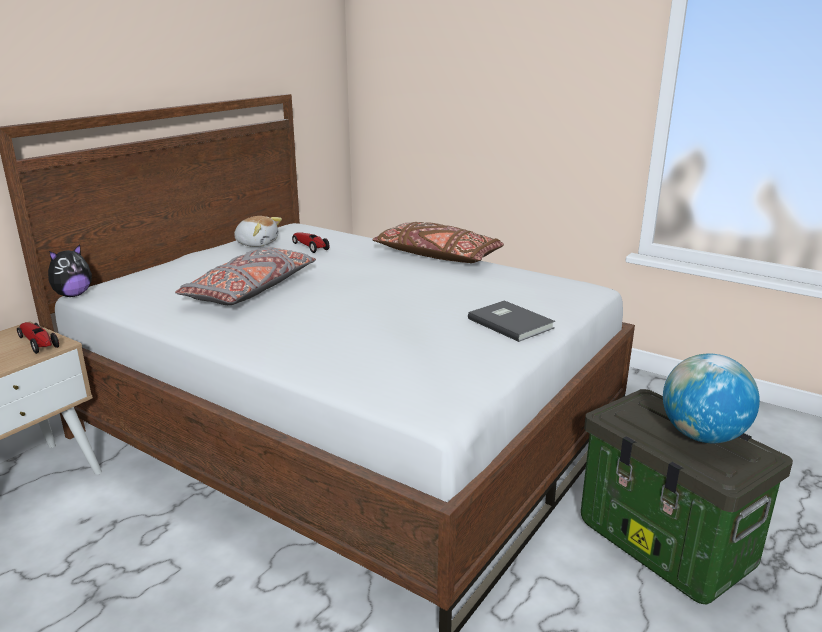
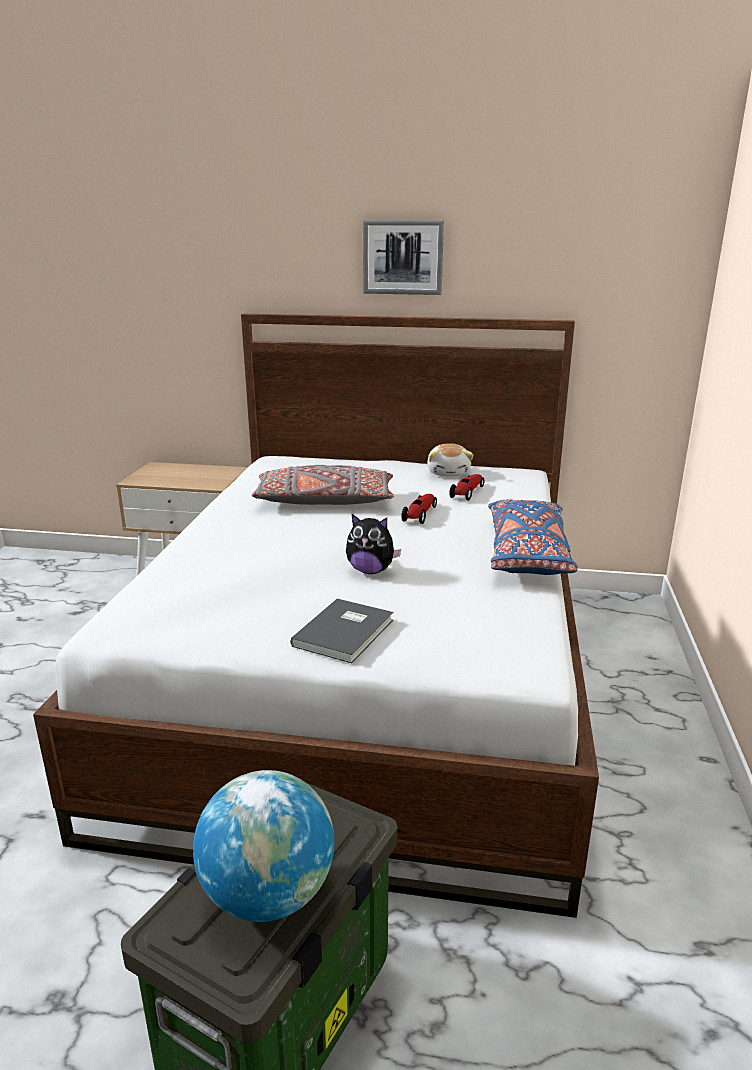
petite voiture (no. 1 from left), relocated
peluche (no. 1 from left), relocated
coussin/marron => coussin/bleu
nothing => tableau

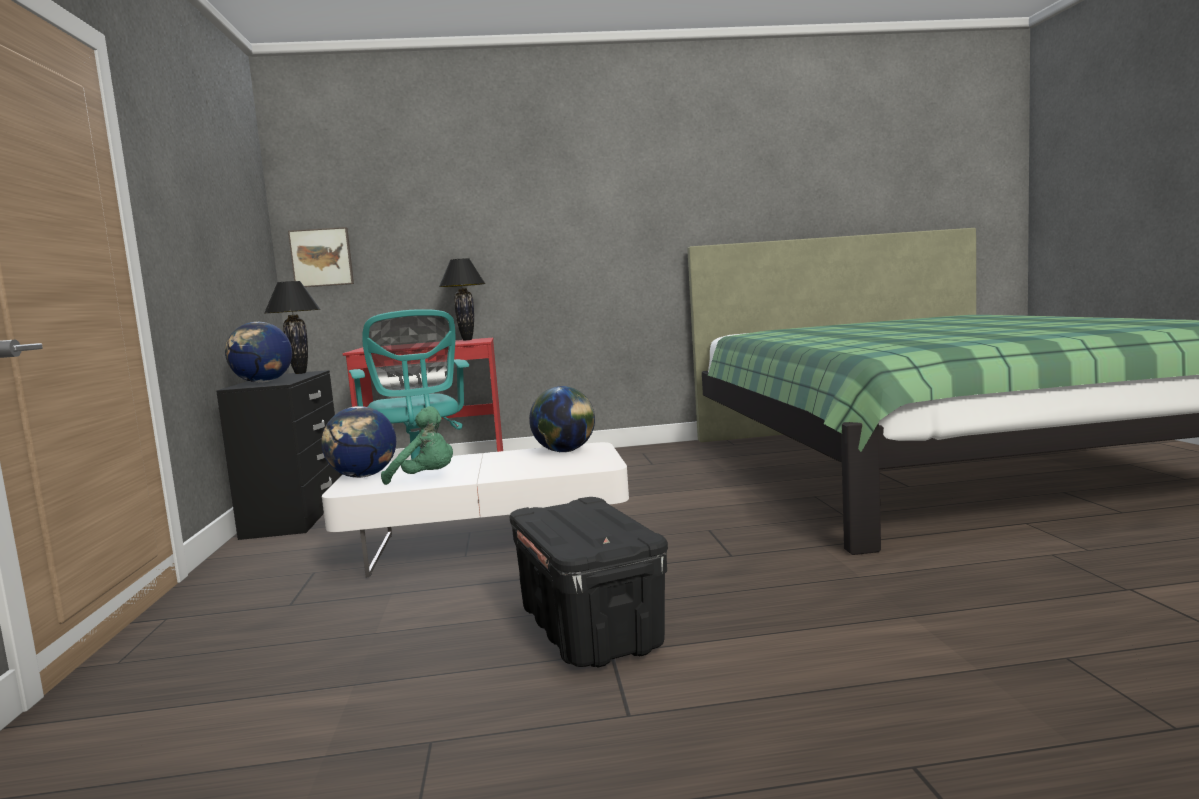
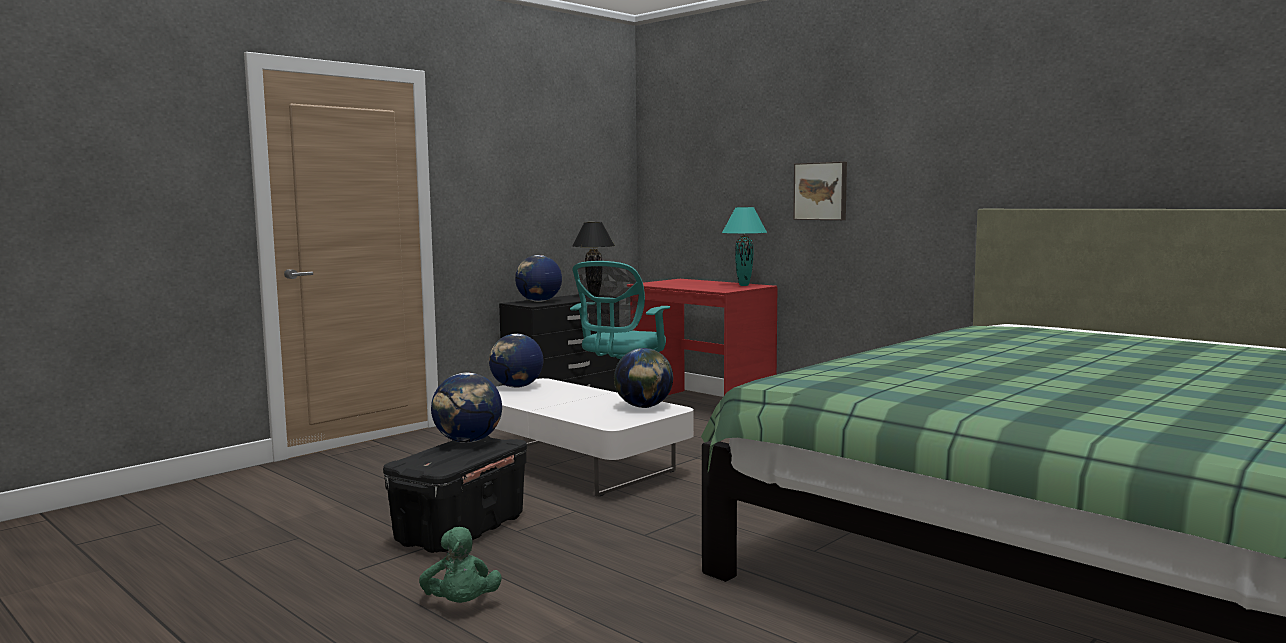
tableau, relocated
peluche/vert, relocated
lampe de table/noir (no. 2 from left) => lampe de table/turquoise
nothing => globe (no. 1 from left)

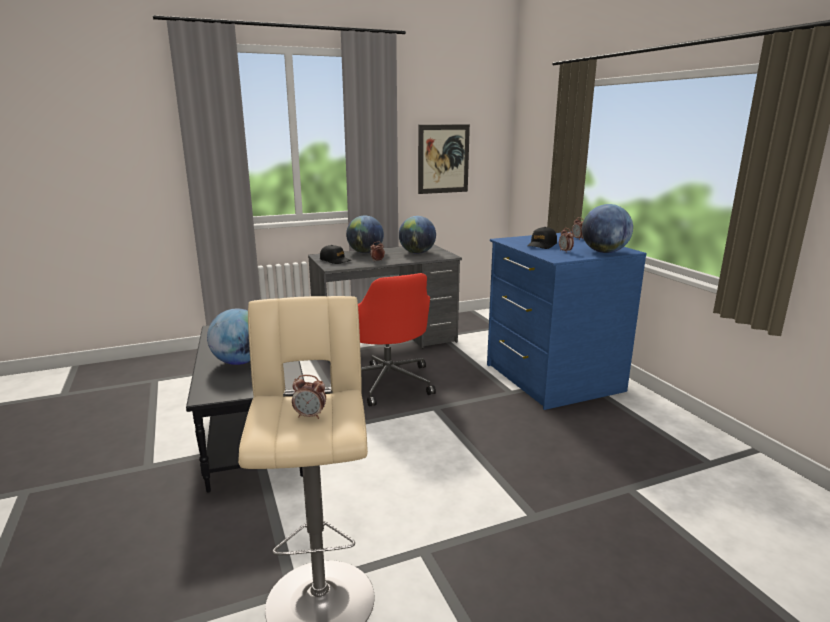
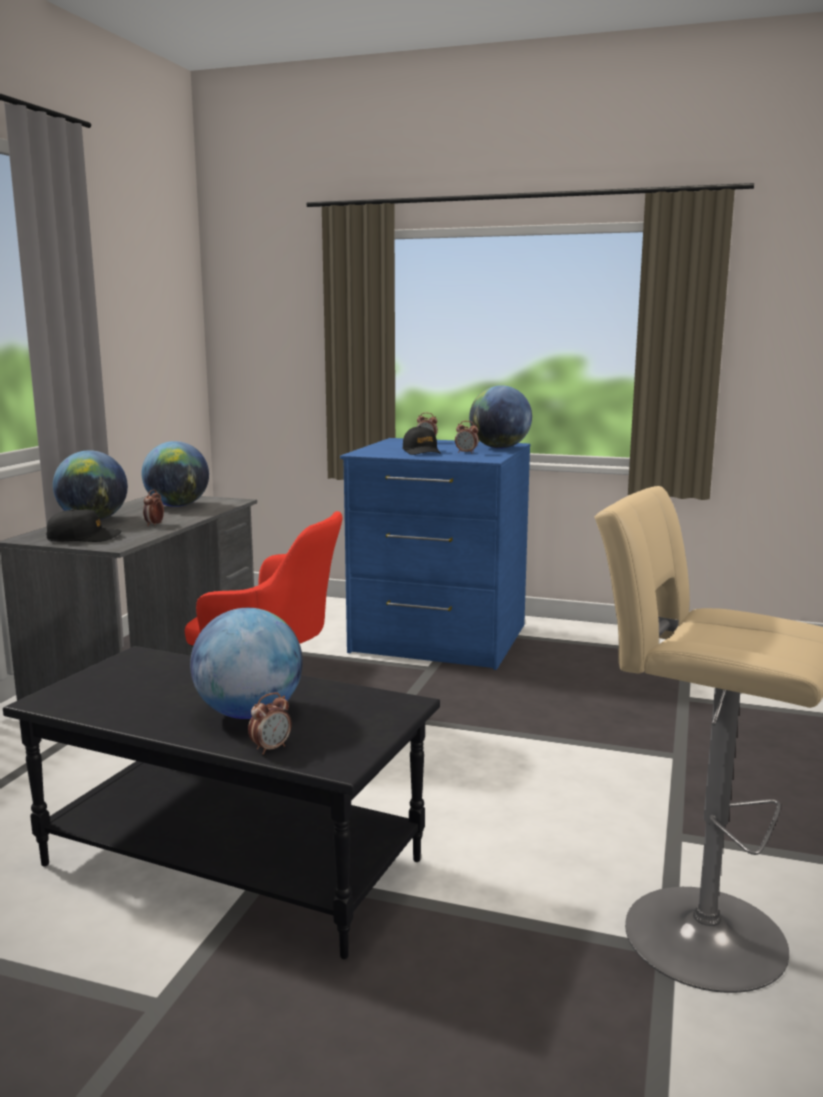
réveil (no. 1 from left in the first image) => réveil (no. 2 from left), relocated
tableau => nothing

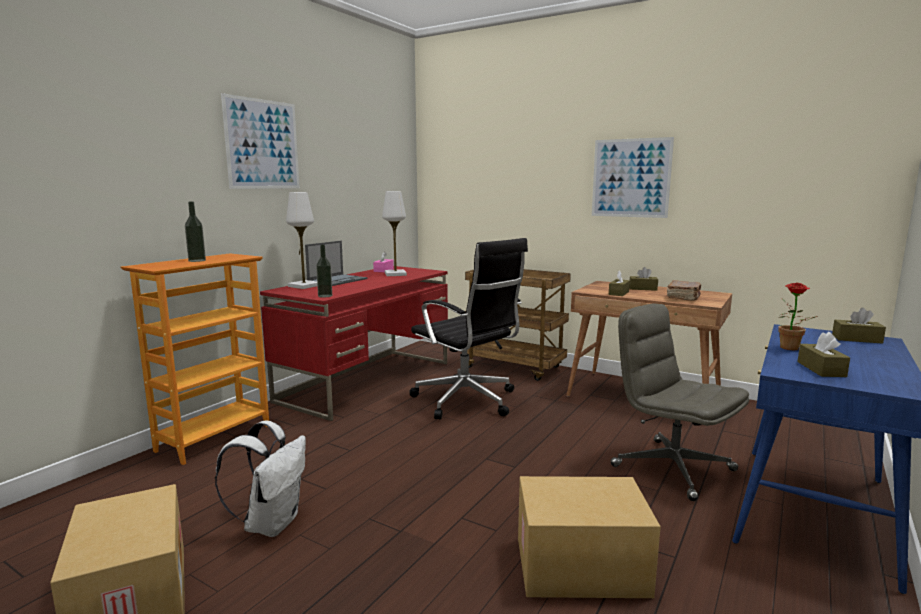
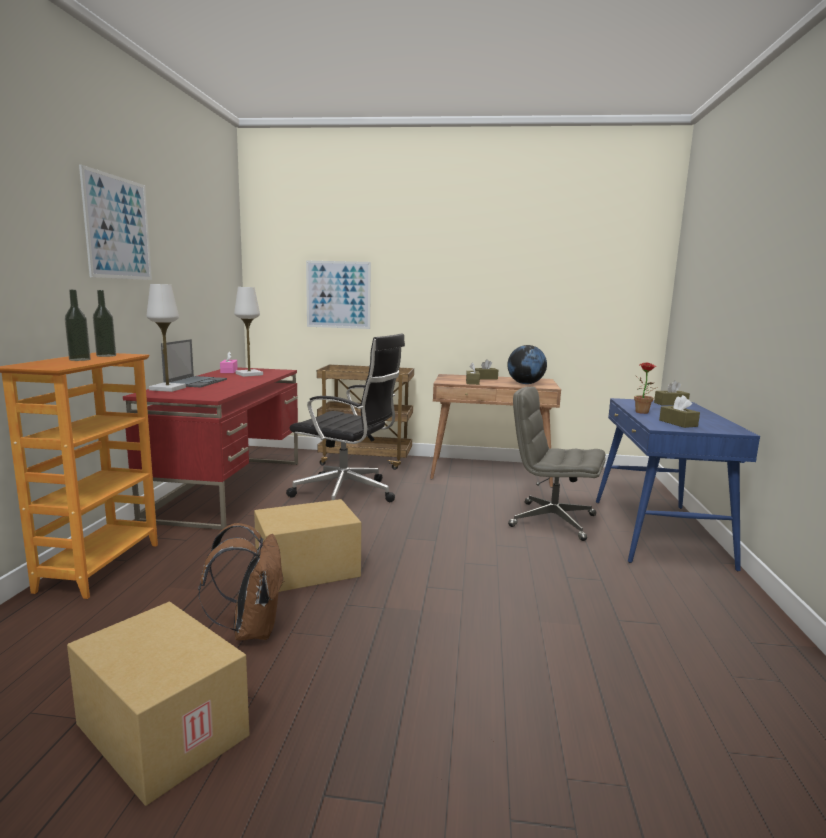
sac à dos/blanc => sac à dos/marron
bouteille (no. 2 from left), relocated
carton (no. 2 from left), relocated
tableau (no. 2 from left), relocated
livre/marron => globe

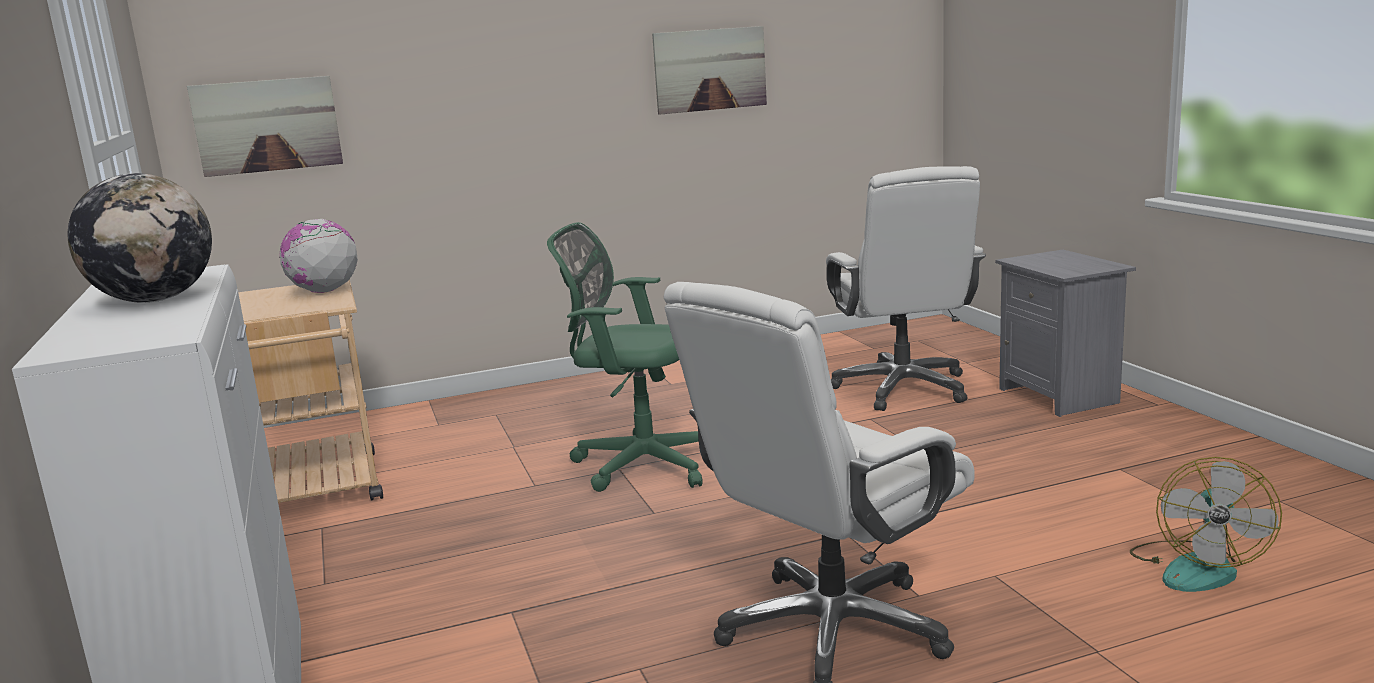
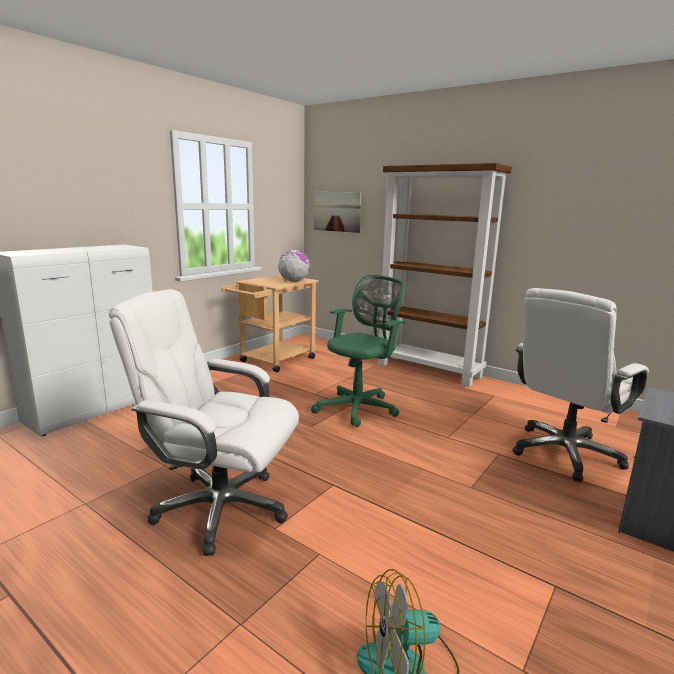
globe (no. 1 from left) => nothing
chaise de bureau/vert, 60 degrees clockwise
tableau (no. 2 from left) => nothing
nothing => bibliothèque/marron

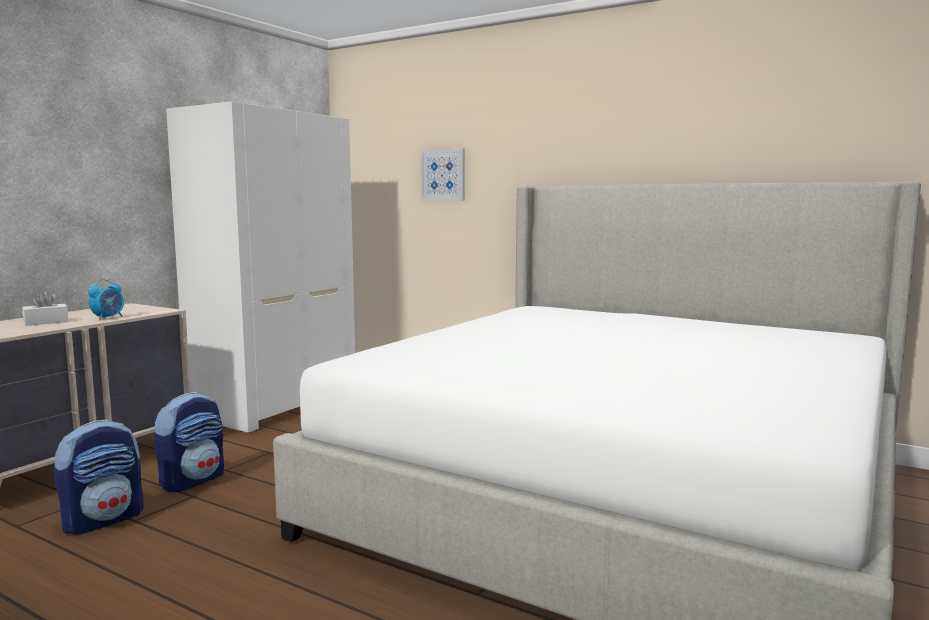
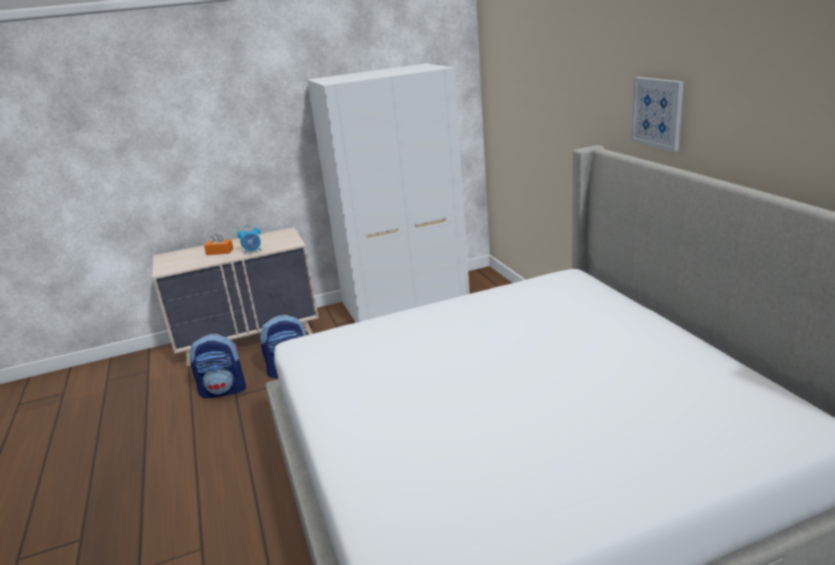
boîte à mouchoirs/blanc => boîte à mouchoirs/orange
tableau, relocated

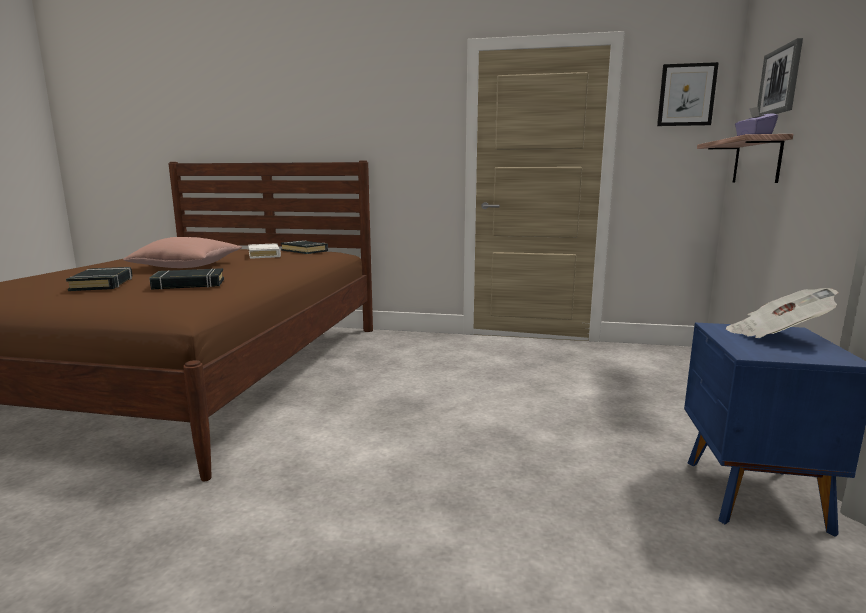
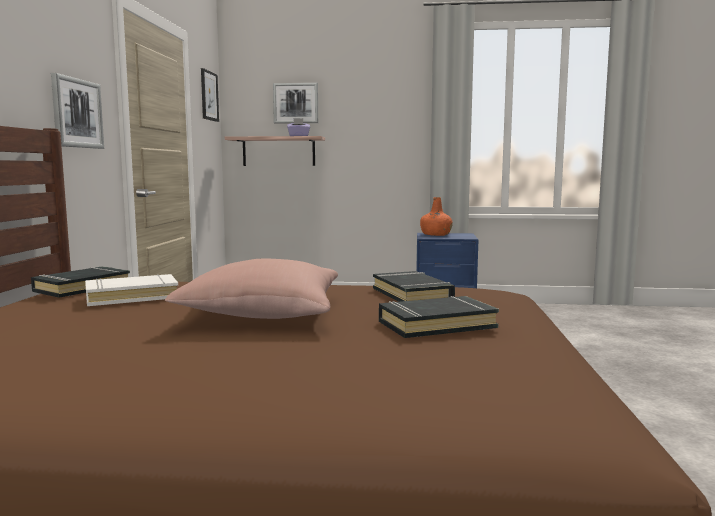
journal => bouteille/orange
nothing => tableau (no. 1 from left)

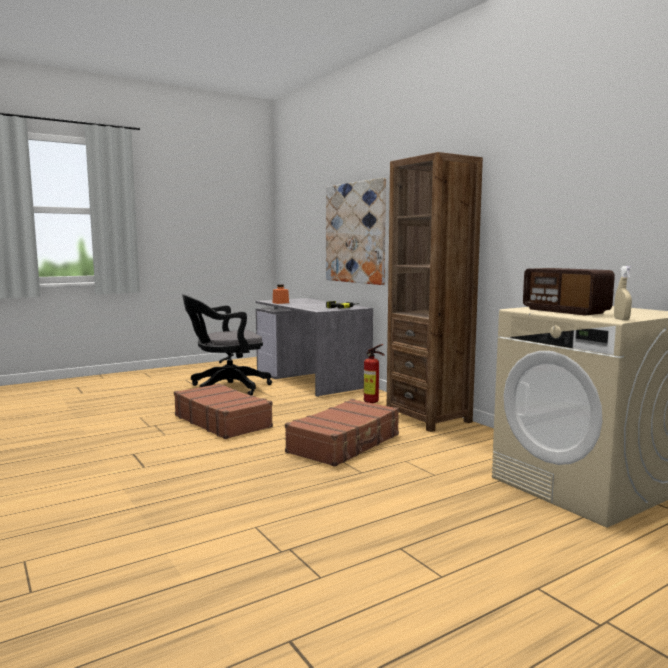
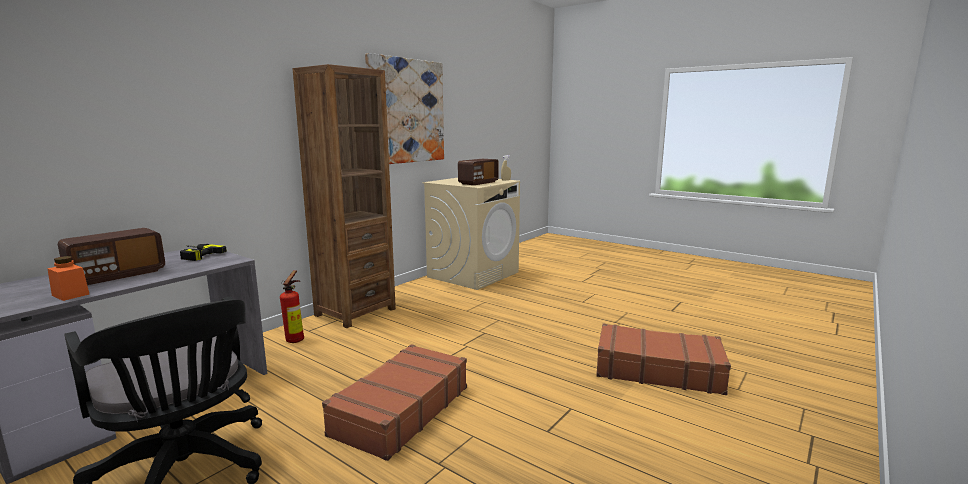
valise/marron (no. 2 from left), relocated
tableau, relocated
nothing => radio (no. 1 from left)

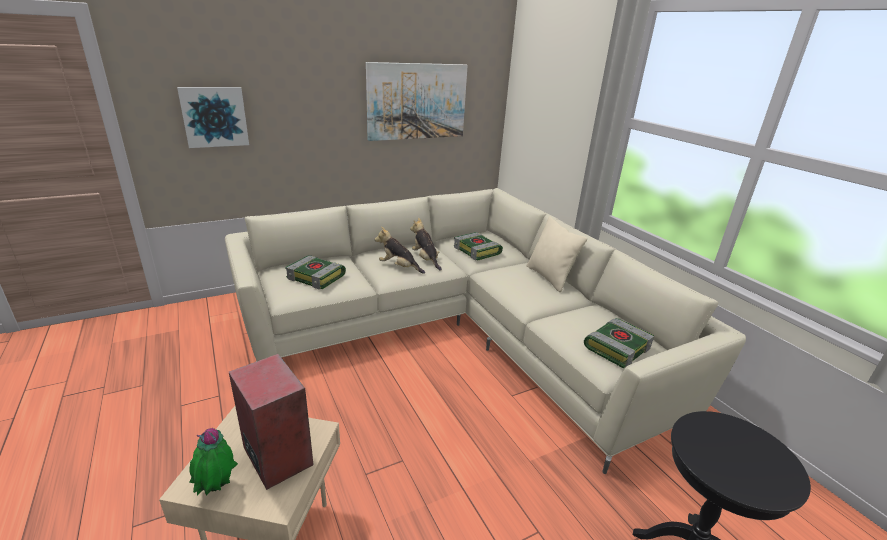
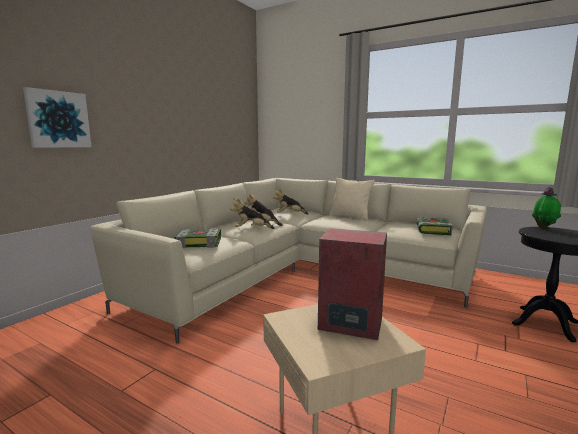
plante en pot, relocated
tableau (no. 2 from left) => nothing
livre (no. 2 from left) => peluche (no. 3 from left)

